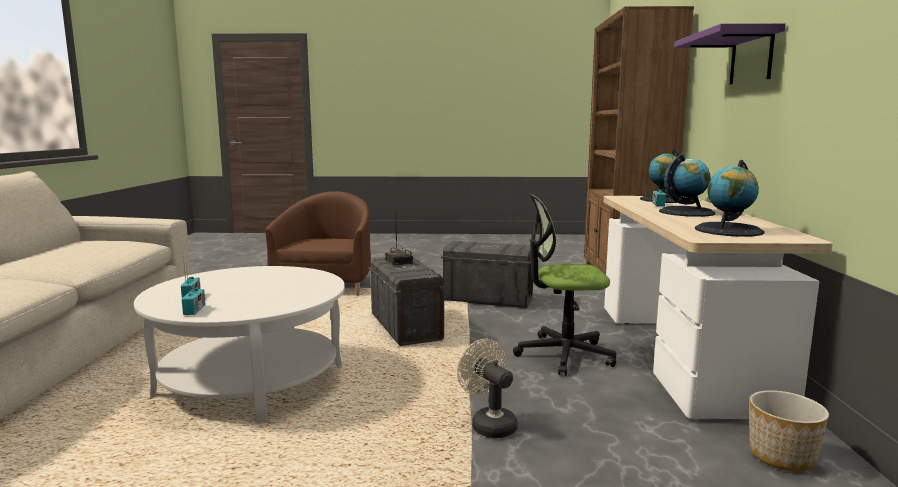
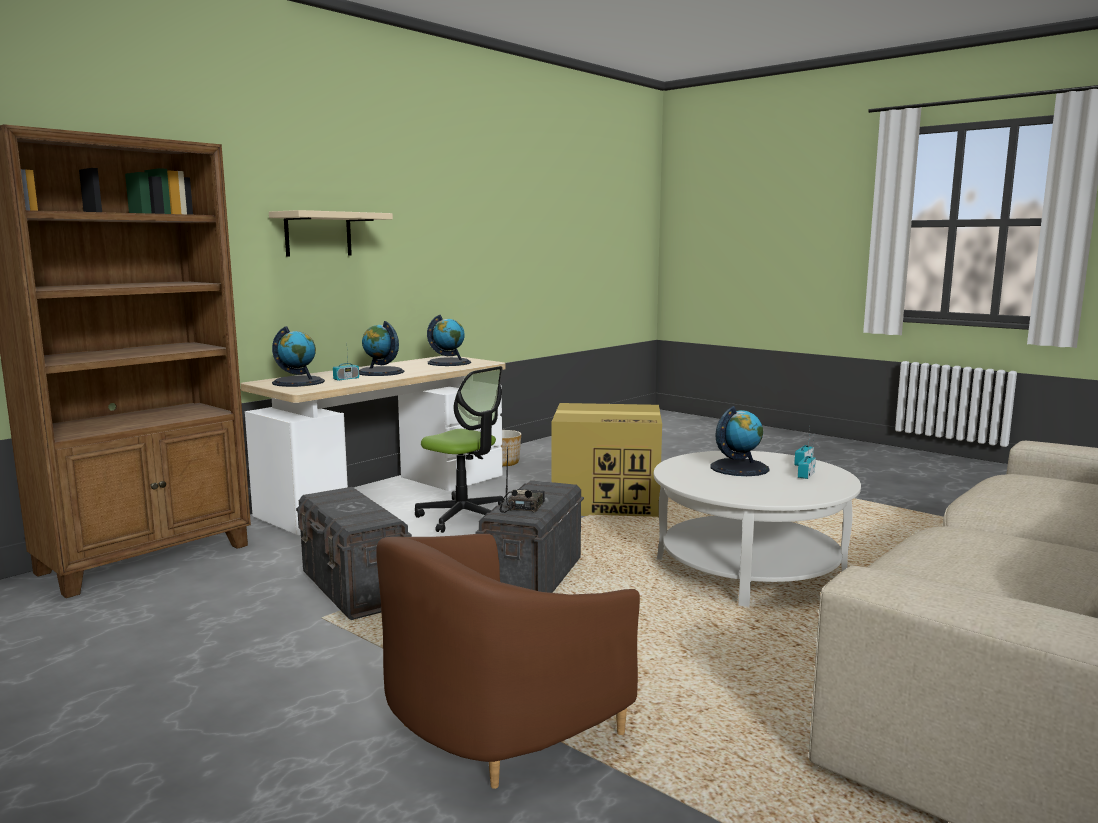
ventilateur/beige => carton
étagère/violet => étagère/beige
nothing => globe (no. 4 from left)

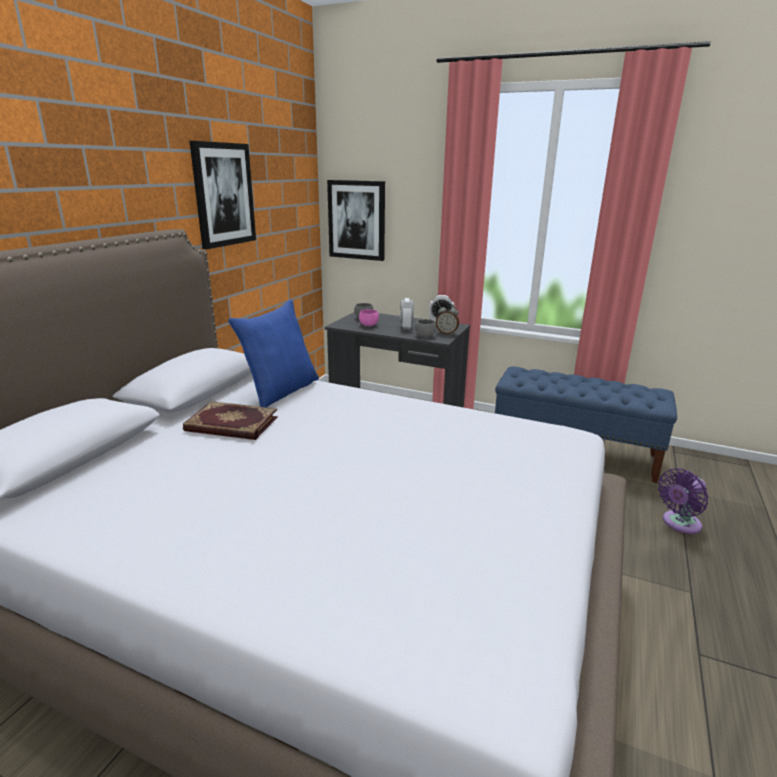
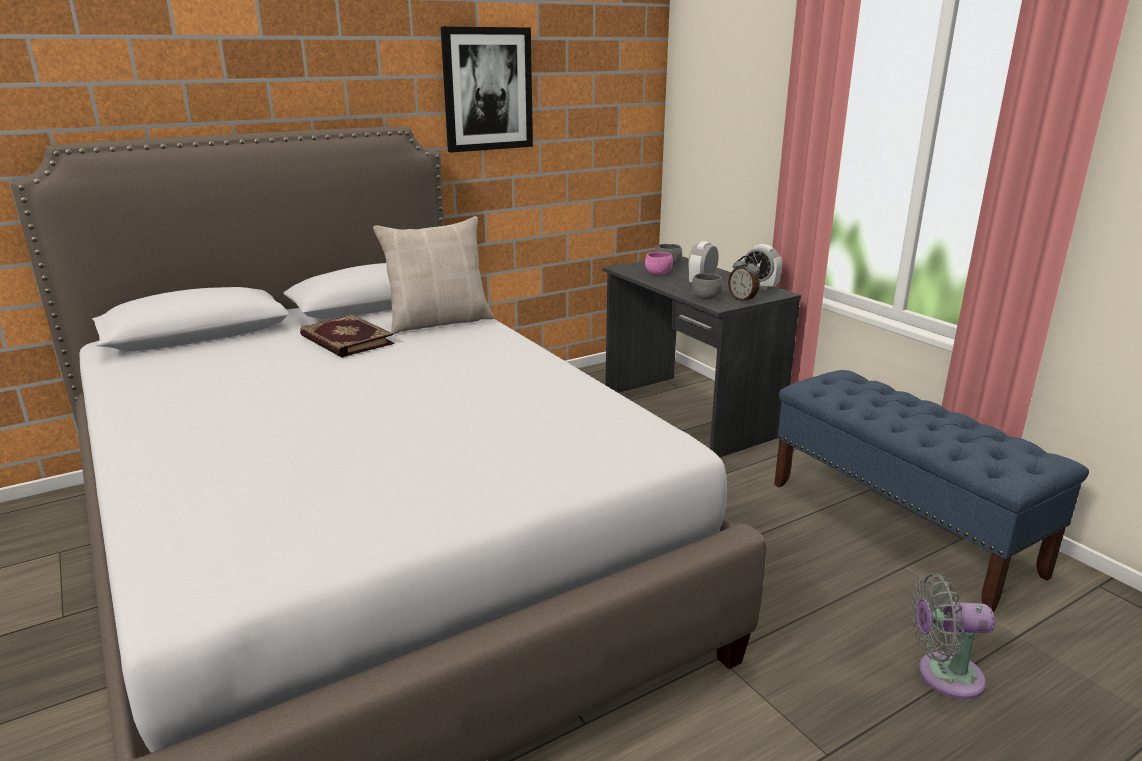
coussin/bleu => coussin/beige
tableau (no. 2 from left) => nothing
ventilateur/violet => ventilateur/gris

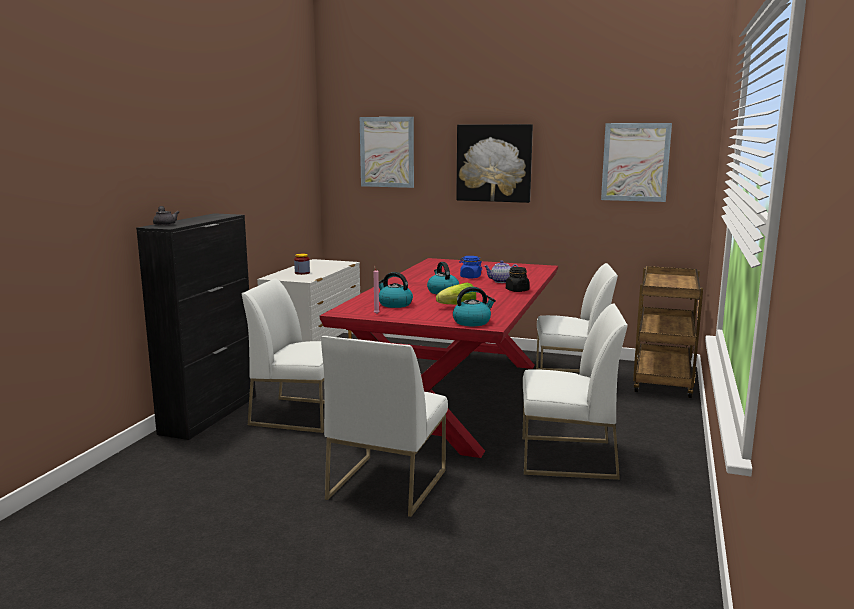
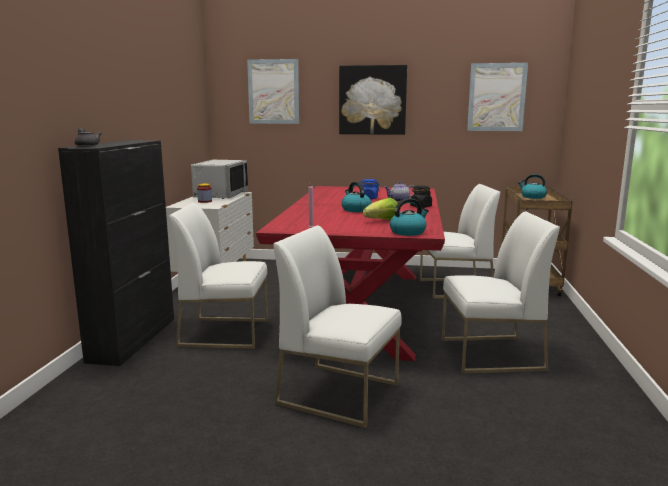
chaise/blanc (no. 2 from left), 105 degrees clockwise
bouilloire (no. 1 from left in the first image) => bouilloire (no. 3 from left), relocated
nothing => micro-ondes/gris

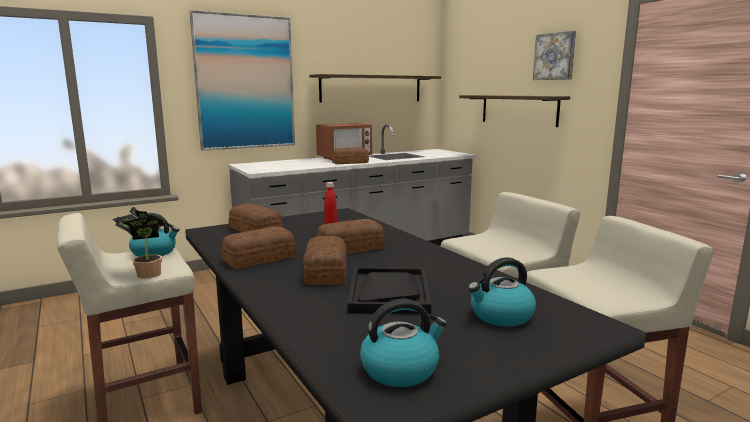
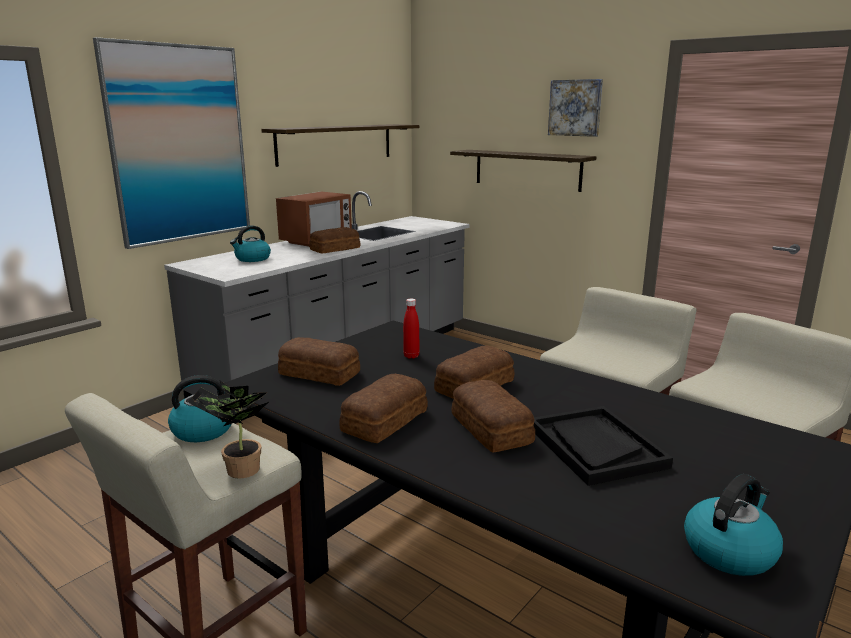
bouilloire (no. 3 from left in the first image) => bouilloire (no. 2 from left), relocated

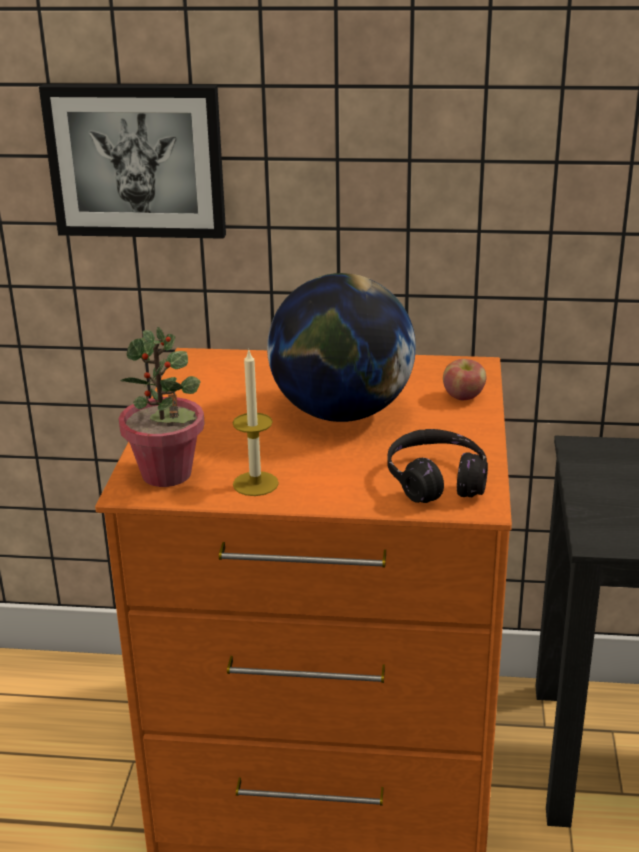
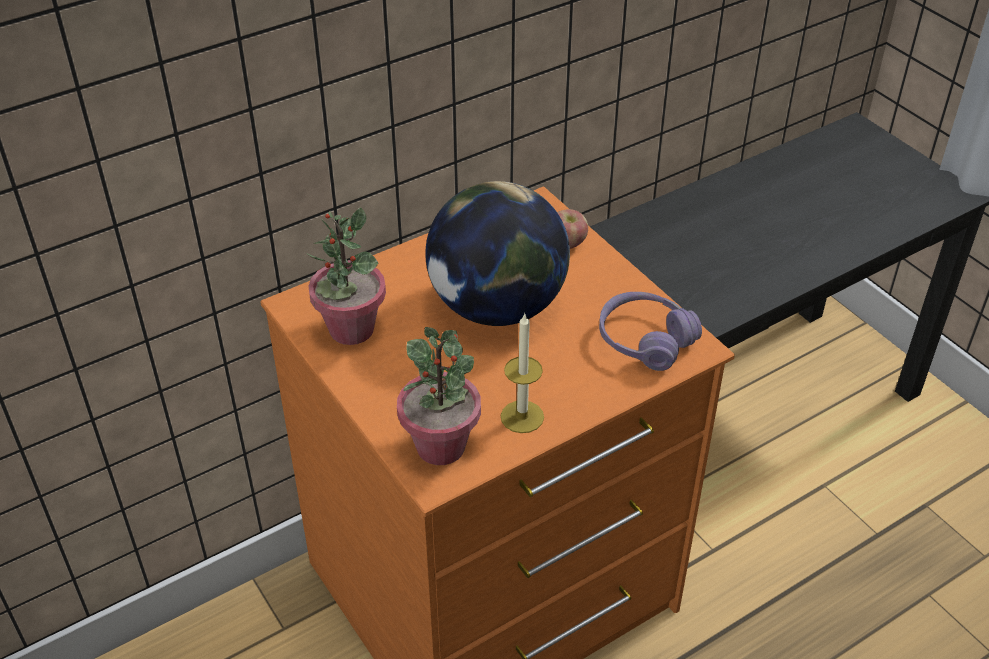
tableau => nothing
casque audio/noir => casque audio/violet
nothing => plante en pot (no. 1 from left)

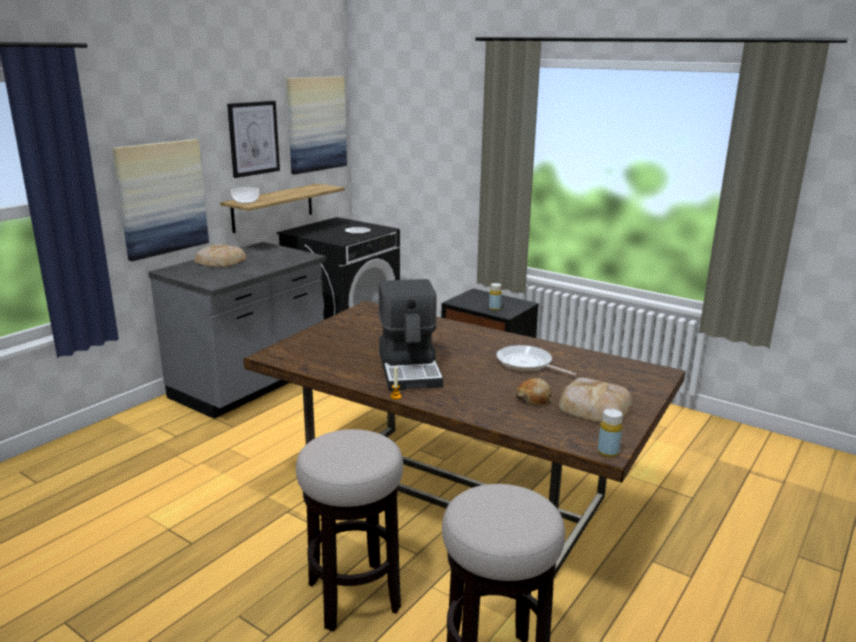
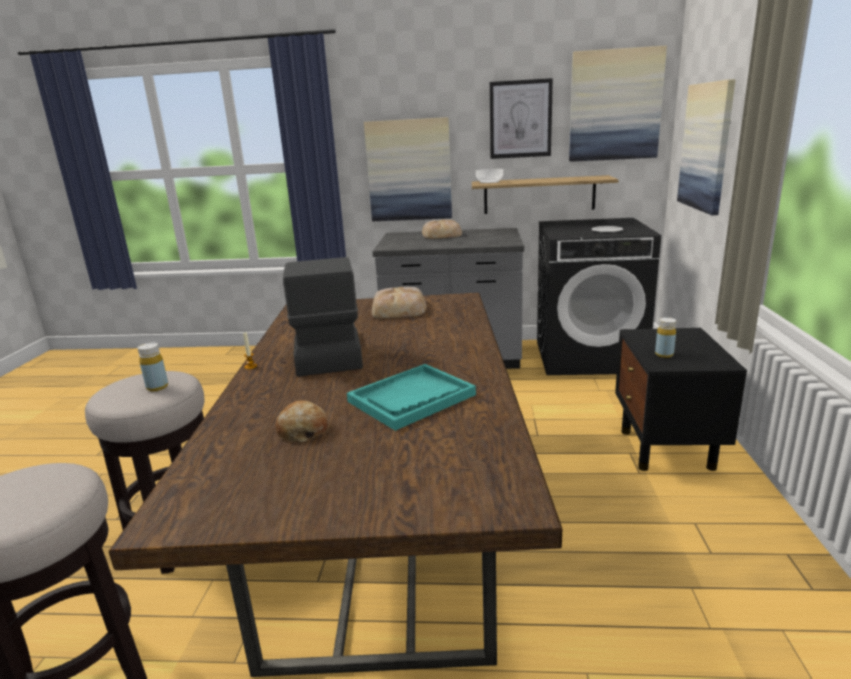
machine à café, 120 degrees clockwise
poêle => plateau/turquoise
pain (no. 3 from left in the first image) => pain (no. 2 from left), relocated
bouteille/jaune (no. 2 from left in the first image) => bouteille/jaune (no. 1 from left), relocated
nothing => tableau (no. 4 from left)

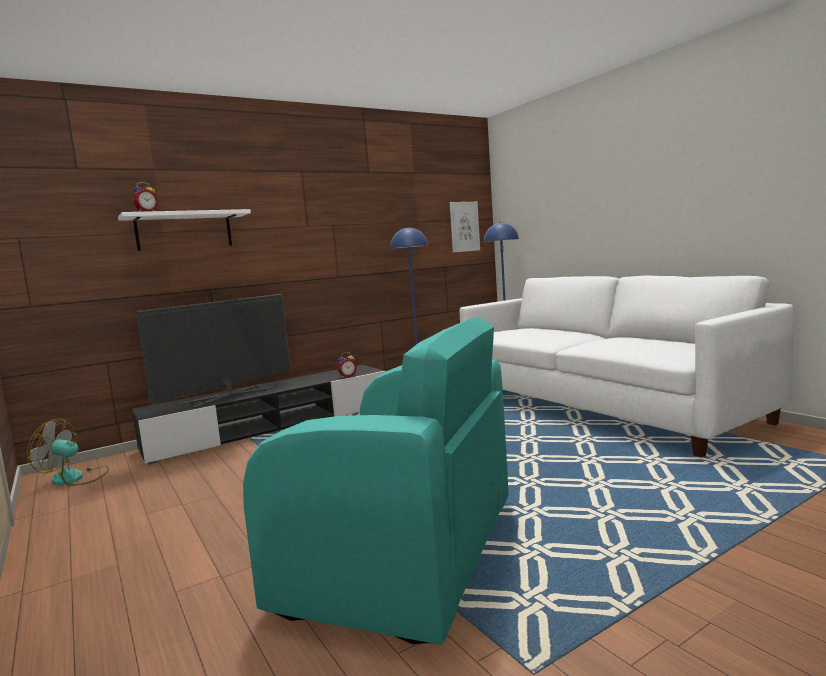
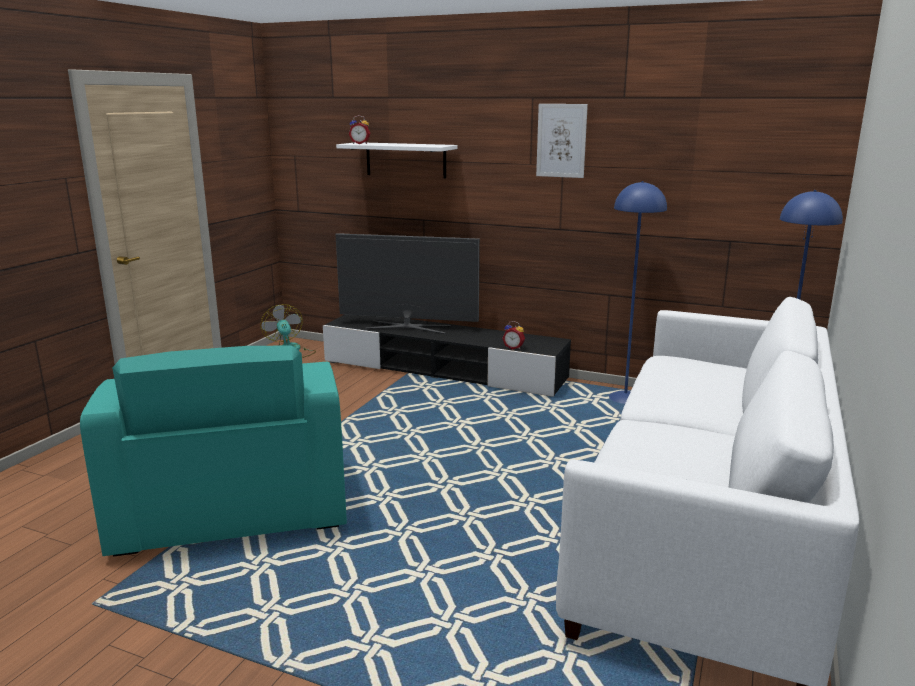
tableau, relocated

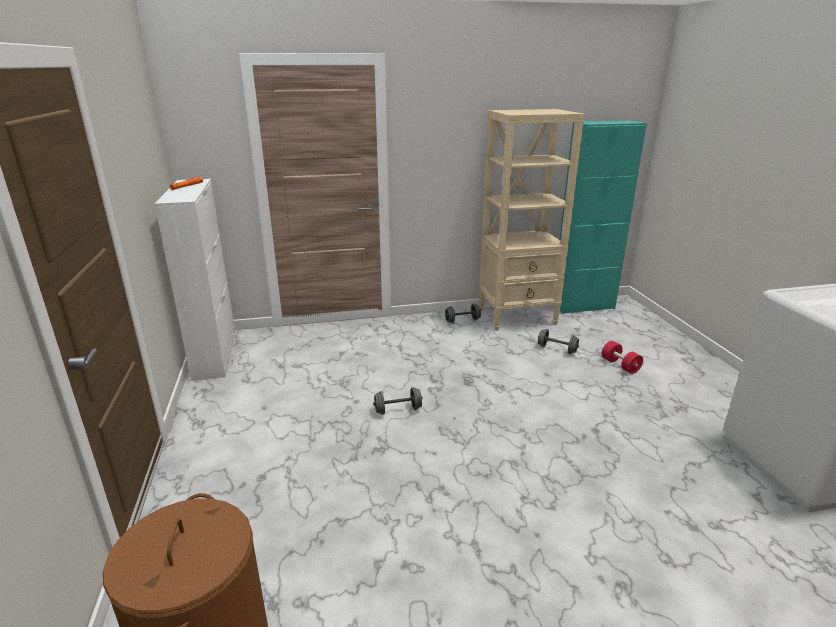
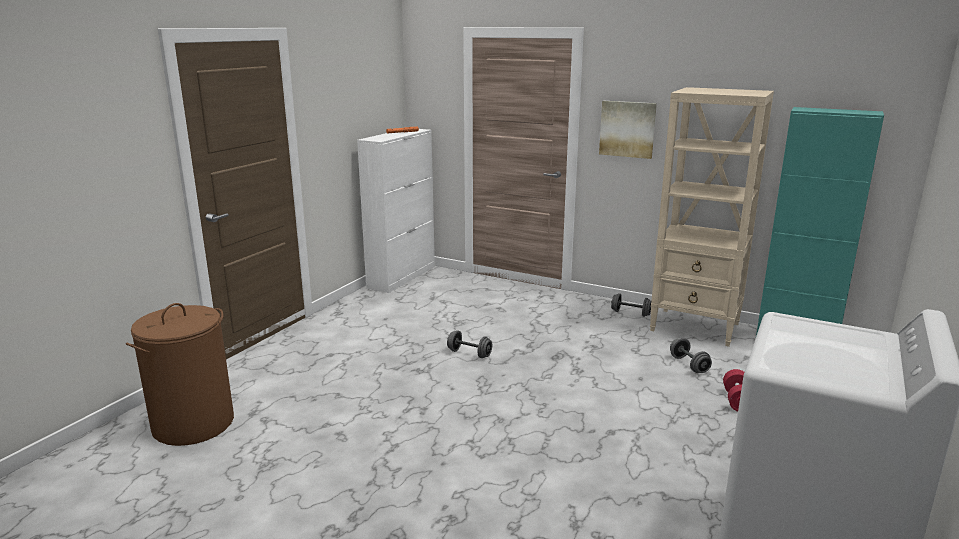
nothing => tableau

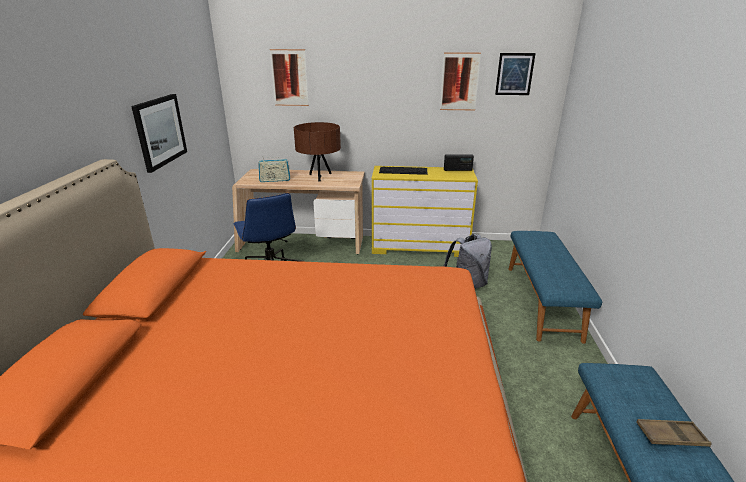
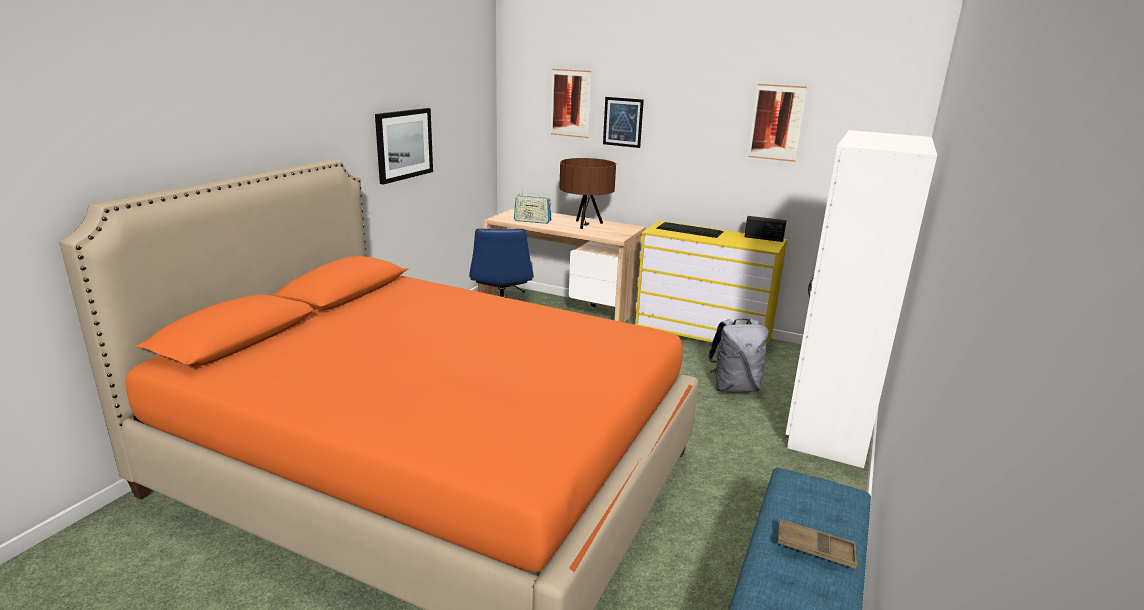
tableau (no. 4 from left in the first image) => tableau (no. 3 from left), relocated
banc/bleu (no. 1 from left) => armoire/blanc

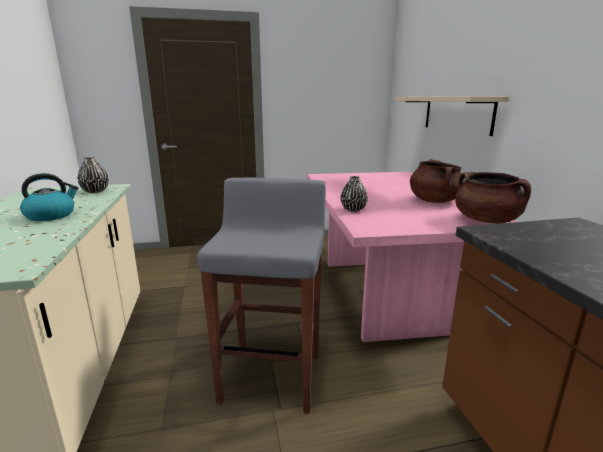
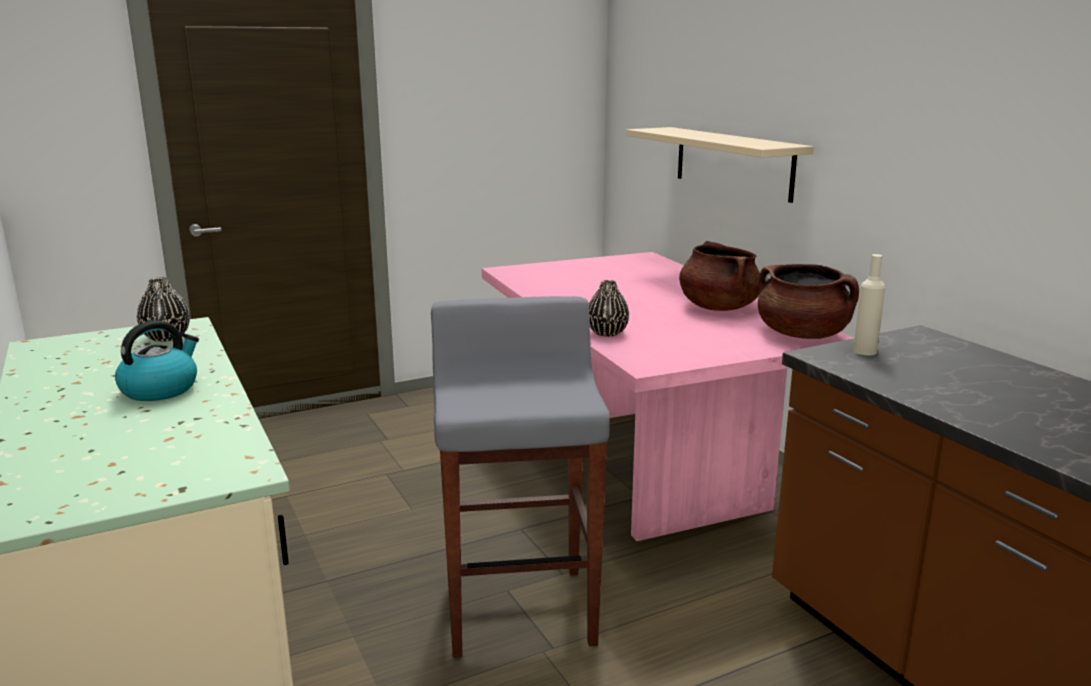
nothing => bouteille/beige

